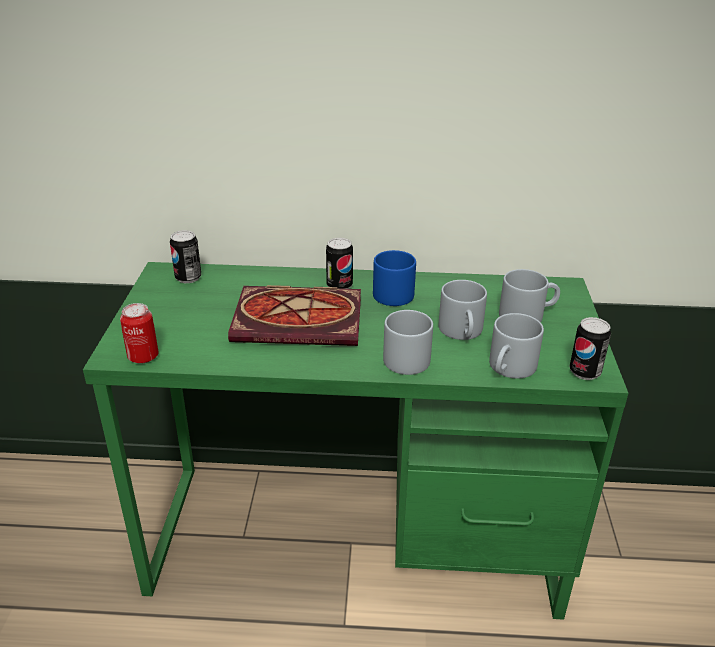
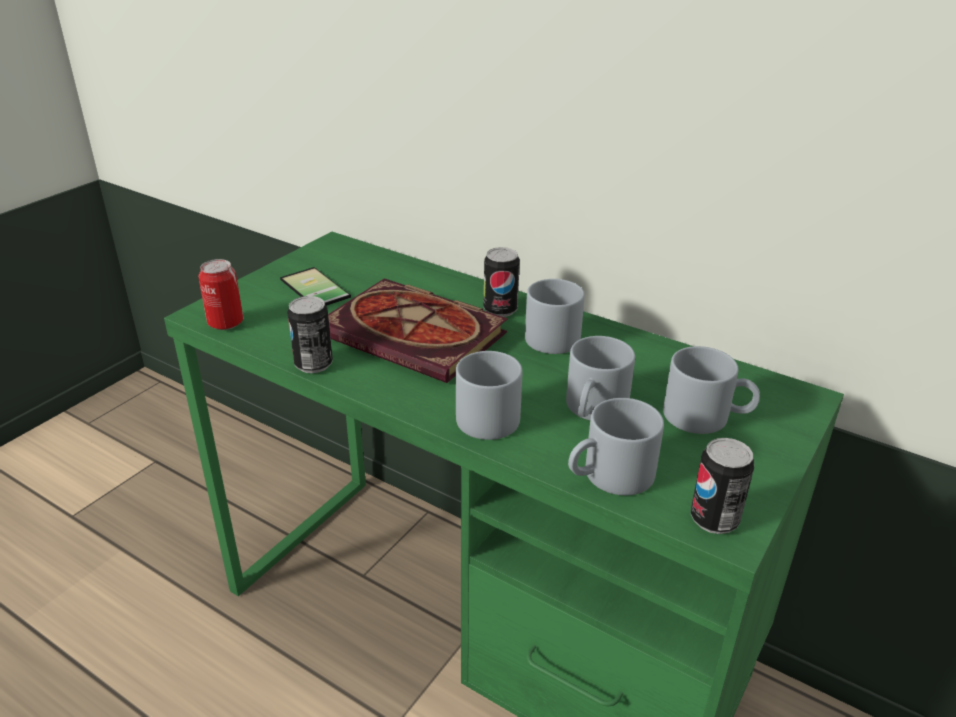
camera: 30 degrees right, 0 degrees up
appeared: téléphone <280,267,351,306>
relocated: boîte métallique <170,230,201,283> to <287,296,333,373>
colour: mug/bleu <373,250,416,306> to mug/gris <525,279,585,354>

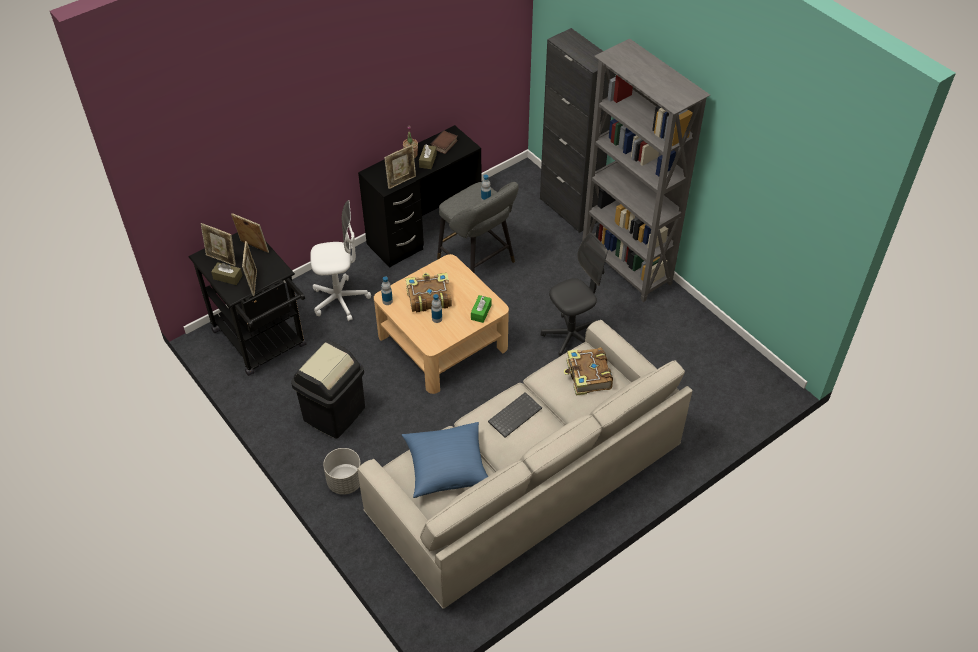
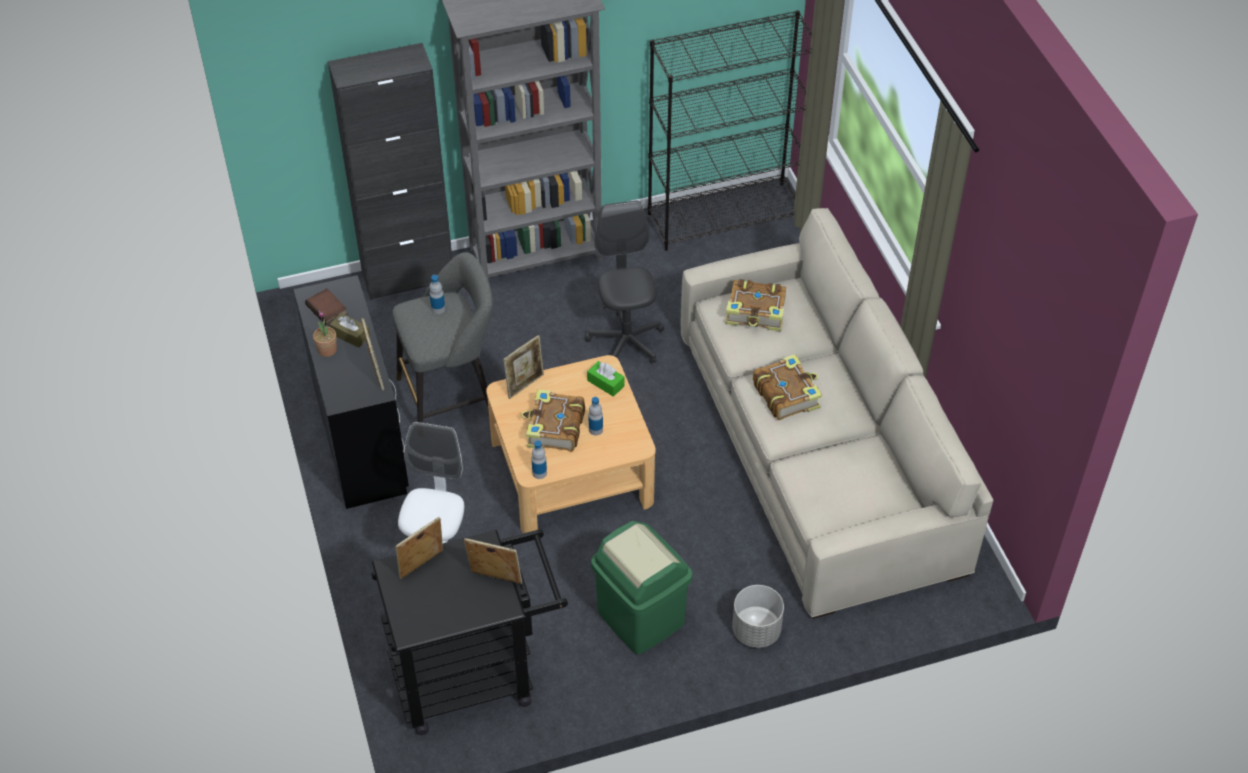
camera: 70 degrees left, 0 degrees up
missing: boîte à mouchoirs/marron <211,262,242,285>; coussin/bleu <402,422,488,498>
appeared: bibliothèque/noir <648,10,812,251>
relocated: cadre photo <201,223,236,266> to <503,335,544,399>
exchanged: clavier <488,392,542,438> to livre <753,354,822,420>
colour: poubelle/noir <291,340,365,438> to poubelle/vert <591,521,692,654>

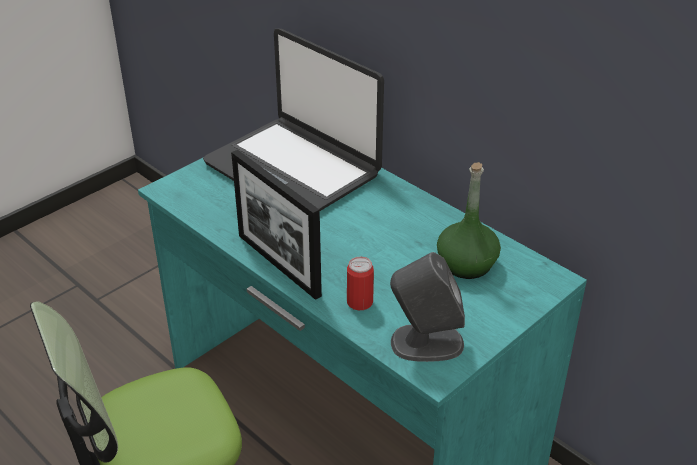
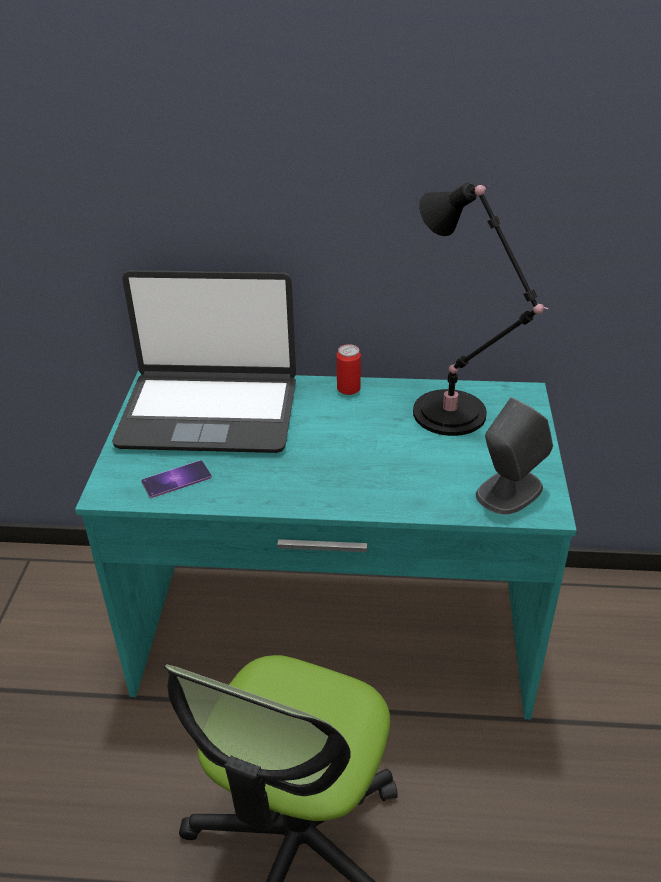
camera: 40 degrees left, 0 degrees up
missing: cadre photo <231,150,322,300>
appeared: téléphone <141,460,212,498>
relocated: boîte métallique <347,257,374,310> to <337,344,361,395>
exchanged: bouteille/vert <437,162,501,279> to lampe de table/noir <413,183,549,436>

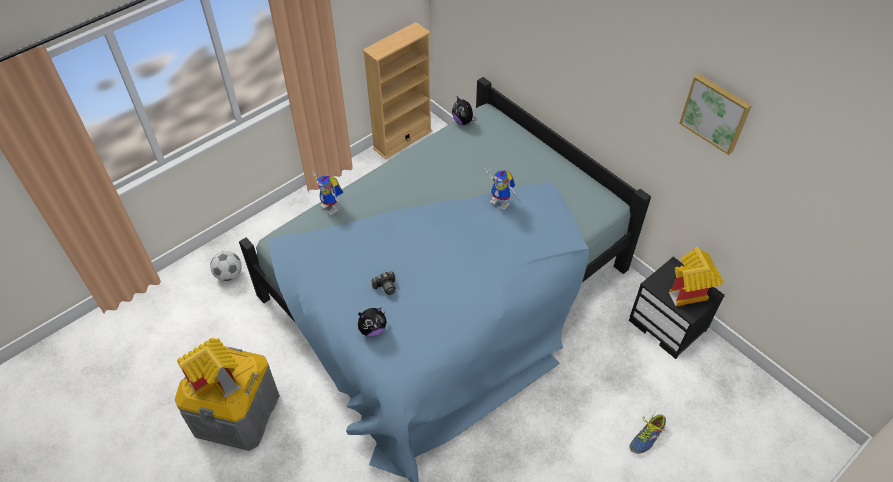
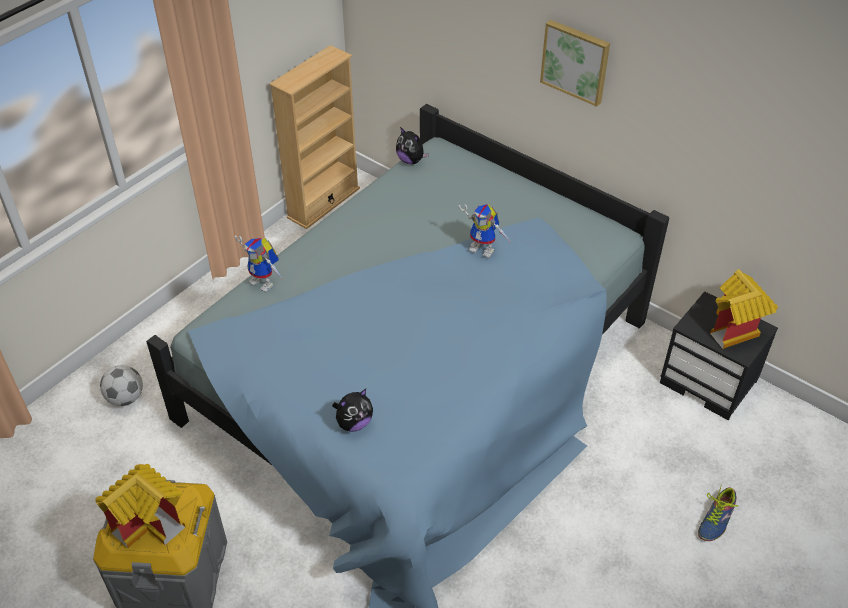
camera: 10 degrees left, 5 degrees down
missing: appareil photo <372,272,395,295>
relocated: tableau <679,74,752,155> to <540,20,610,107>

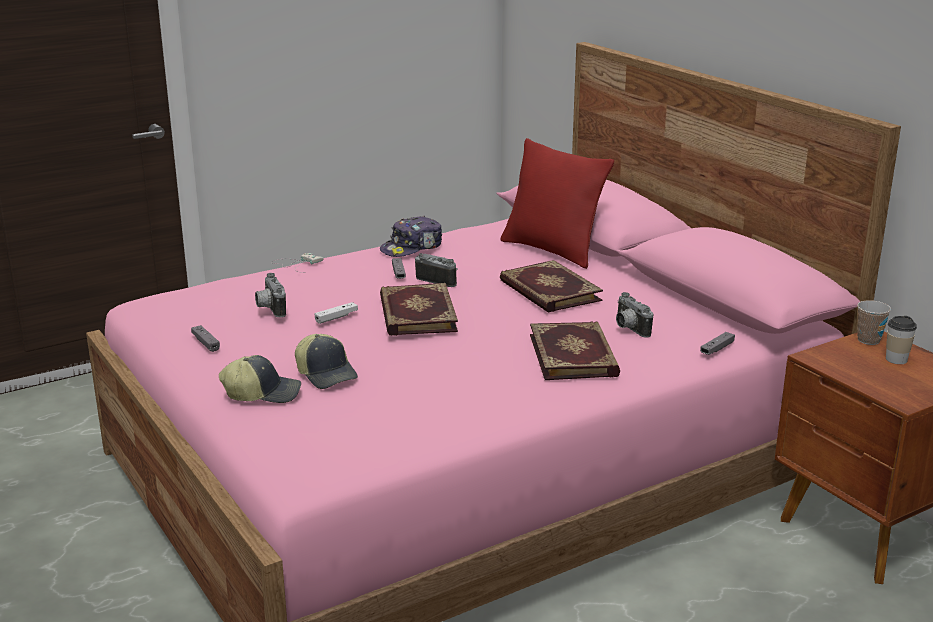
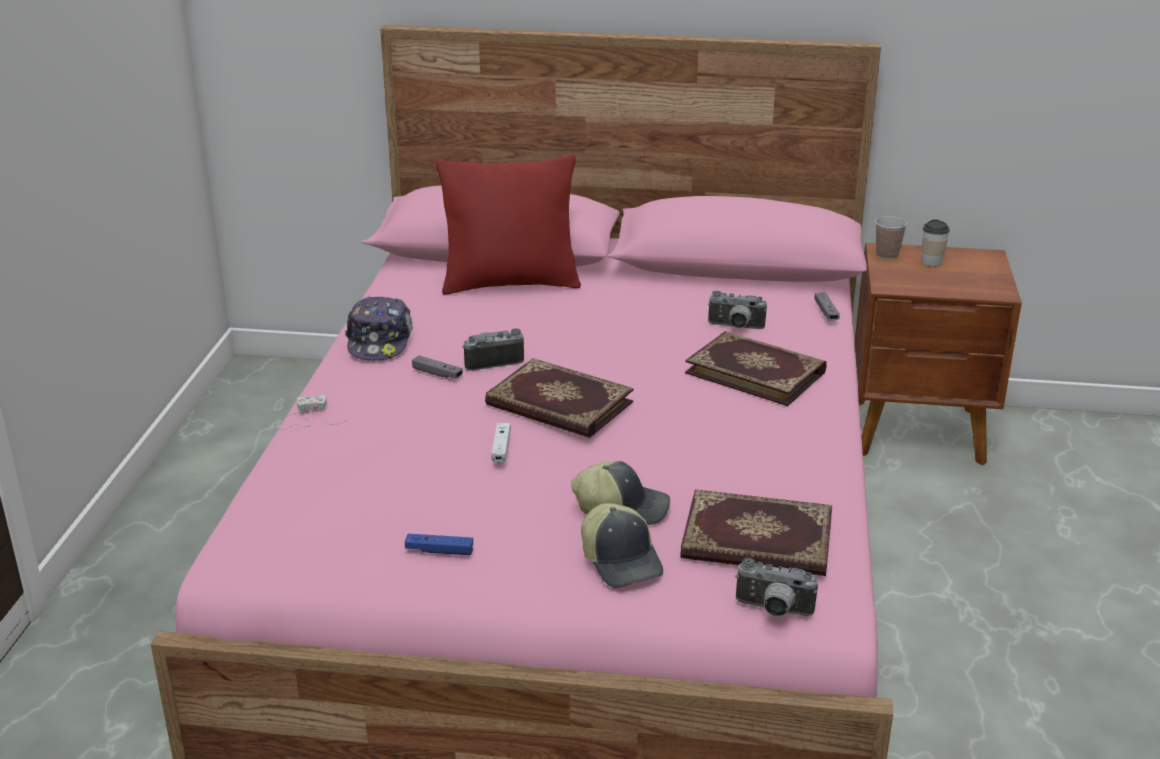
camera: 50 degrees left, 5 degrees up
relocated: appareil photo <255,273,286,317> to <735,558,818,617>; livre <500,260,603,313> to <680,489,832,576>
colour: manette/gris <191,325,220,352> to manette/bleu <405,534,473,555>
spun: casquette <219,355,301,403> = <581,503,663,588> 120 degrees clockwise

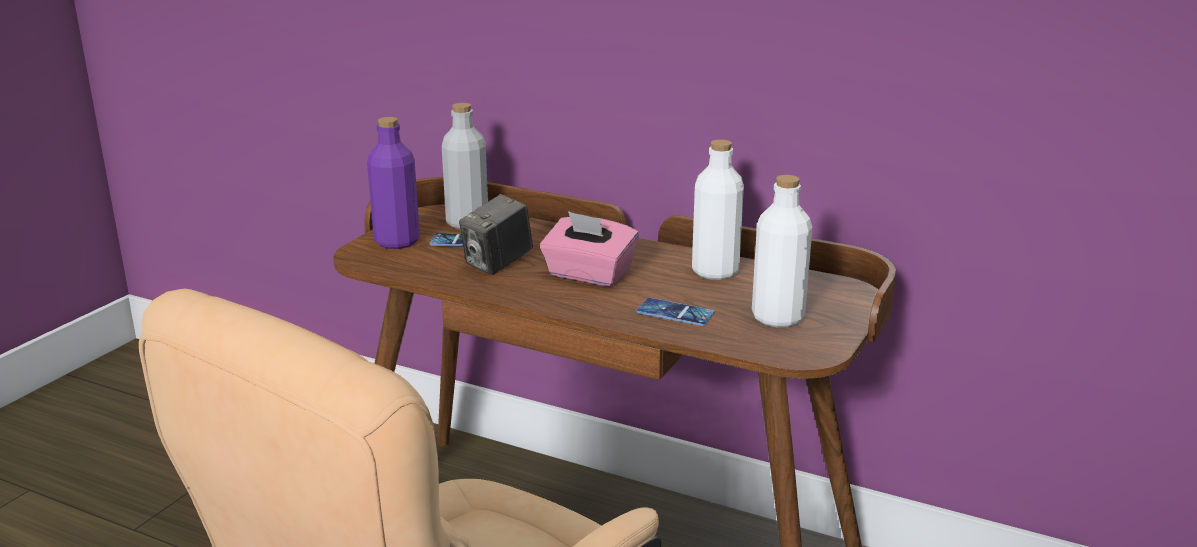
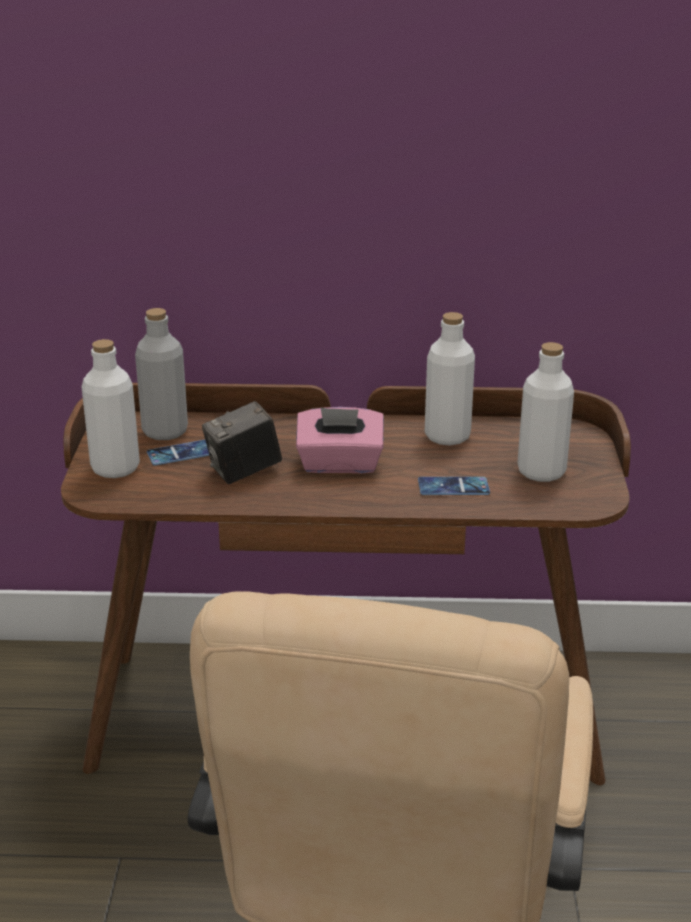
camera: 25 degrees left, 5 degrees up
colour: bouteille/violet <367,117,420,249> to bouteille/blanc <81,339,140,478>
spun: appareil photo <459,194,533,275> = <202,401,282,484> 45 degrees clockwise

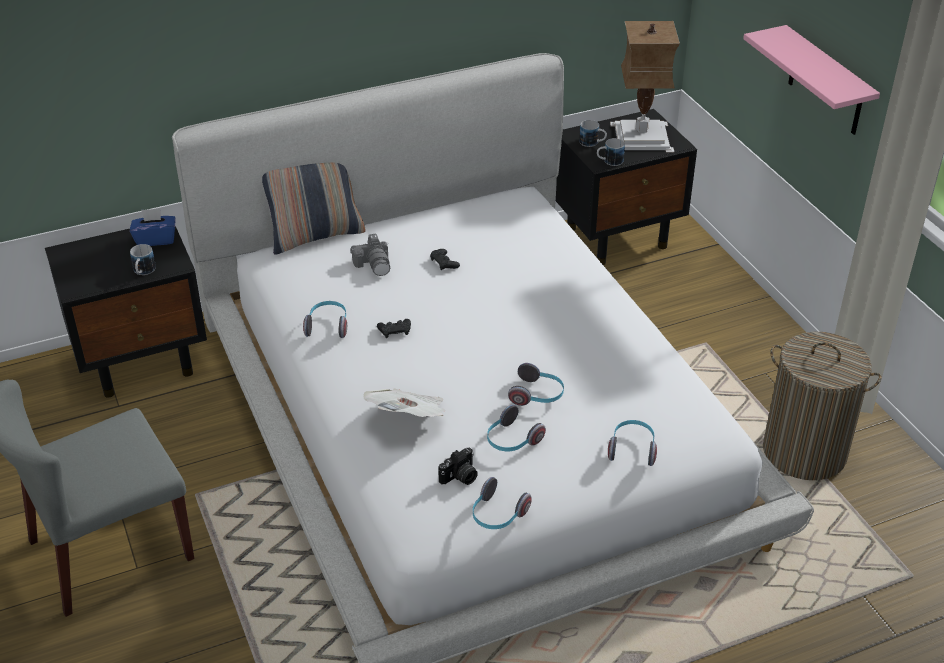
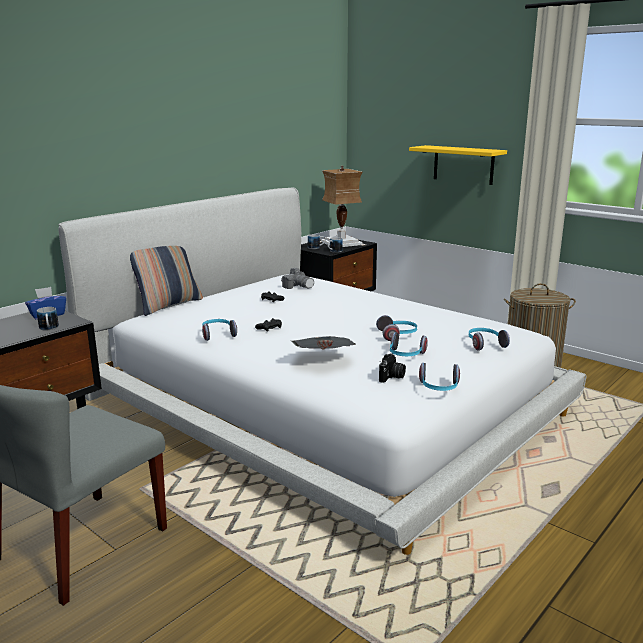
camera: 25 degrees left, 20 degrees down
relocated: appareil photo <350,234,391,276> to <281,268,314,289>
colour: étagère/rose <743,25,880,135> to étagère/jaune <409,145,507,185>

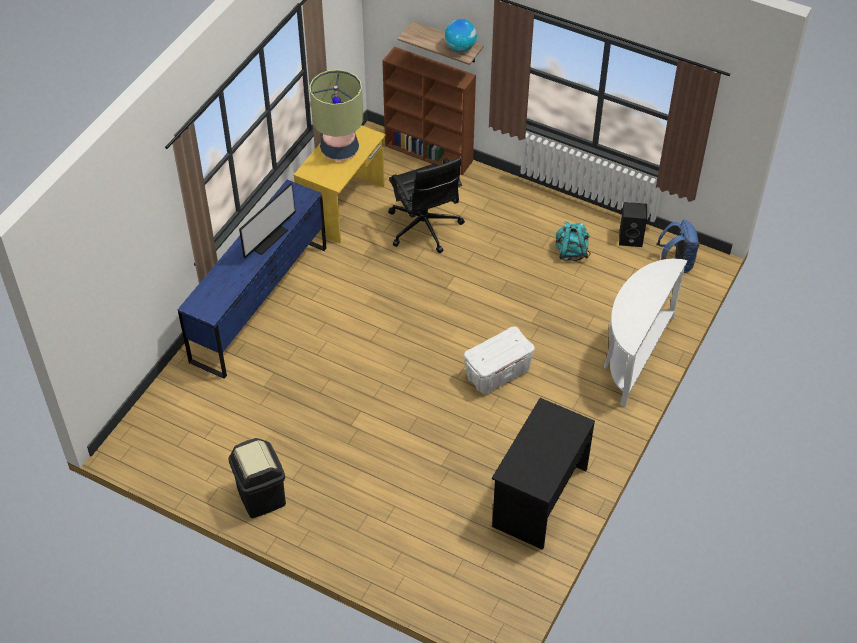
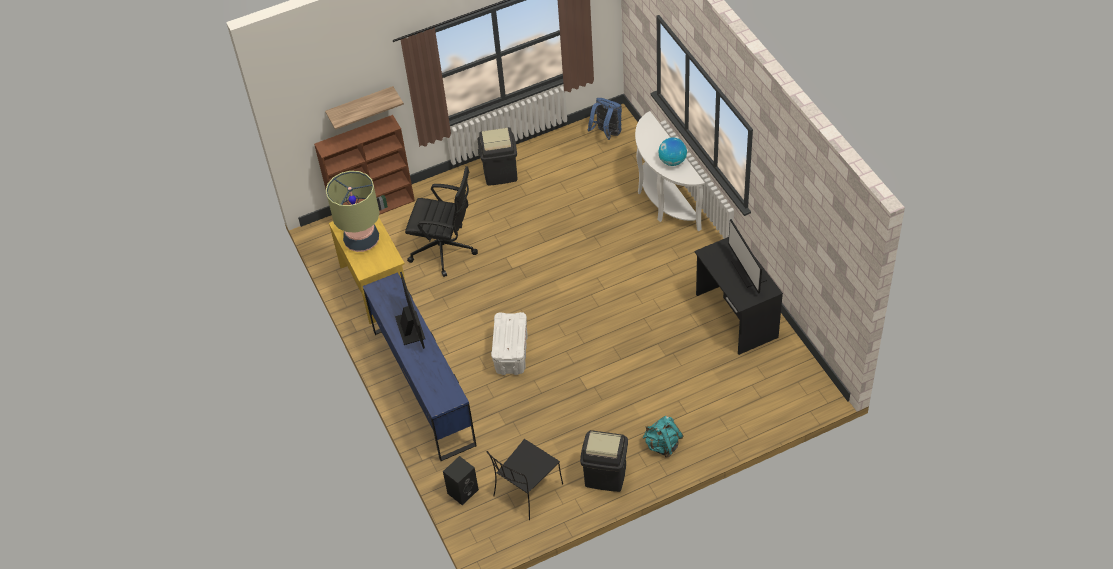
camera: 50 degrees left, 0 degrees up
appeared: poubelle/noir <478,127,518,186>; chaise/noir <486,439,563,520>; écran d'ordinateur <728,219,767,294>
relocated: globe <445,19,477,52> to <658,137,687,166>; boîte de rangement/blanc <464,326,535,394> to <491,312,528,375>; sac à dos/turquoise <555,222,591,261> to <643,416,683,458>; enceinte/noir <619,202,647,247> to <443,456,479,505>

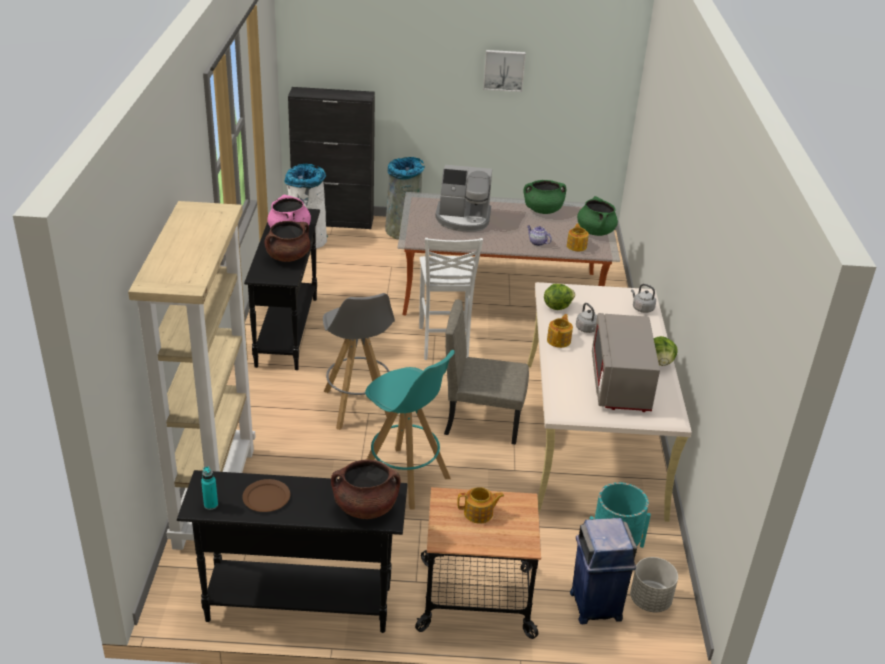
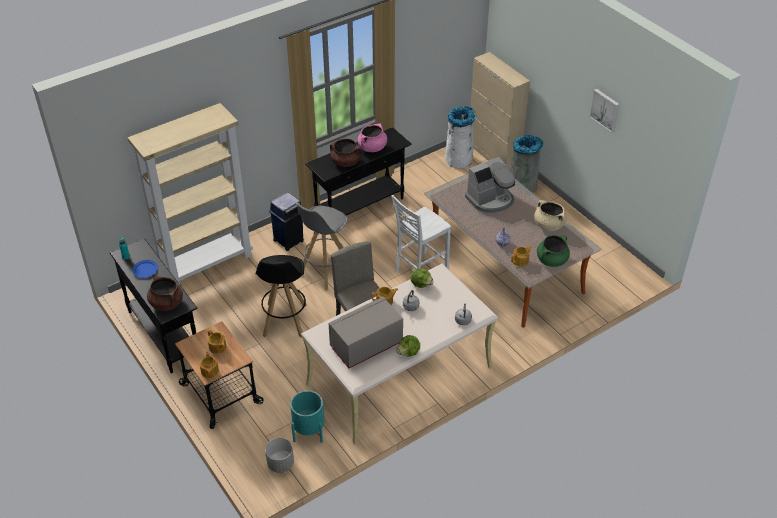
camera: 55 degrees right, 10 degrees up
appeared: théière <199,351,219,378>
relocated: poubelle/bleu <570,518,637,624> to <269,193,304,251>
colour: assiette/marron <242,479,290,512> to assiette/bleu <132,260,158,278>; meuble de rangement/noir <288,87,375,229> to meuble de rangement/beige <471,52,530,171>; tabouret/turquoise <365,350,455,510> to tabouret/noir <255,255,307,338>; marmite/vert <523,180,566,214> to marmite/beige <534,200,567,231>
spun: machine à café <435,165,492,232> = <465,157,515,213> 90 degrees counterclockwise

